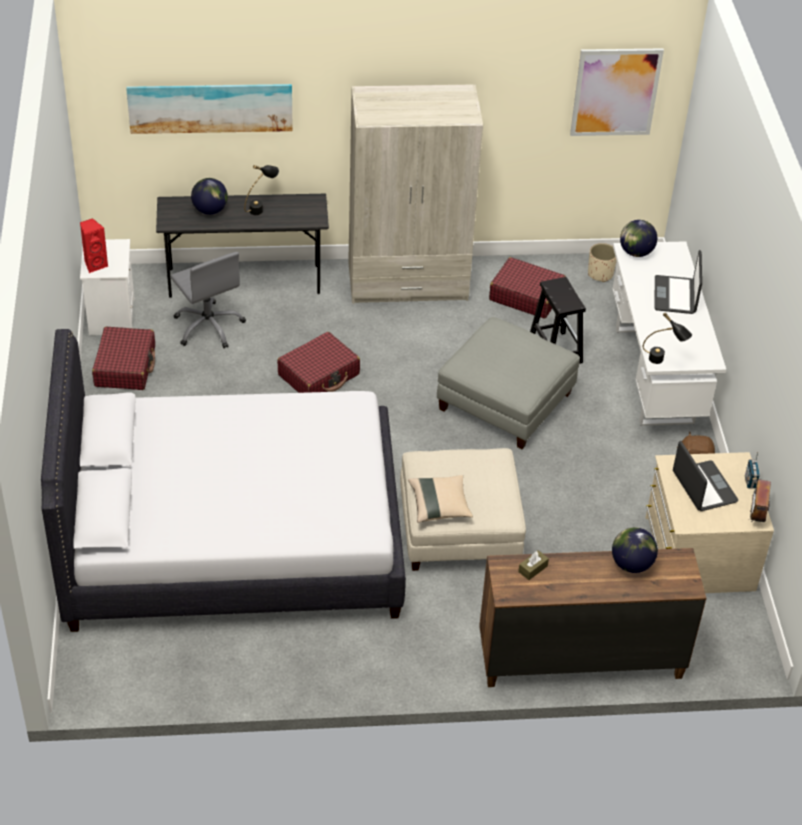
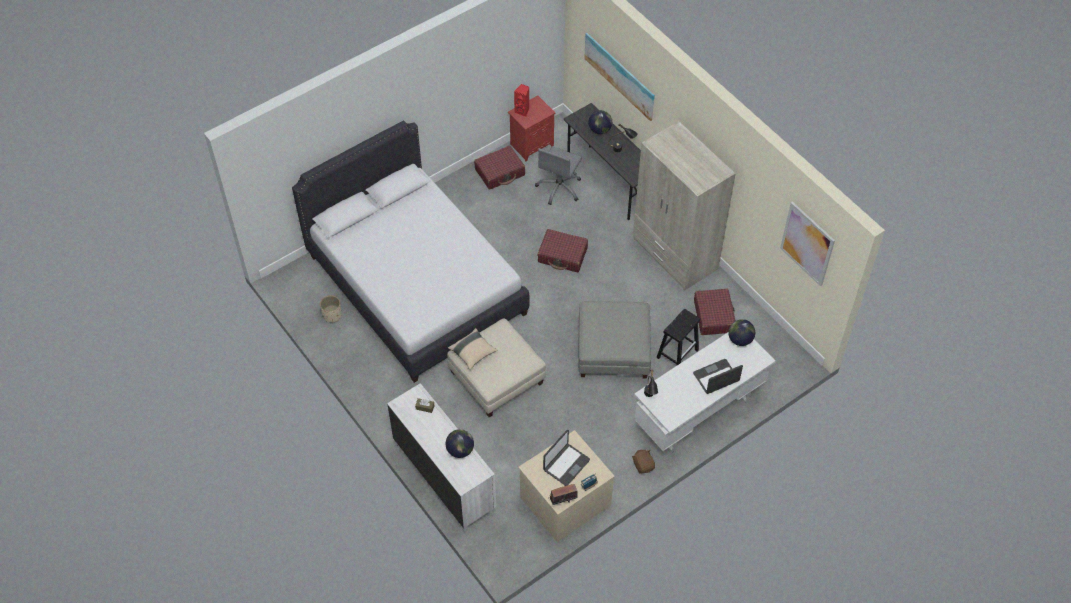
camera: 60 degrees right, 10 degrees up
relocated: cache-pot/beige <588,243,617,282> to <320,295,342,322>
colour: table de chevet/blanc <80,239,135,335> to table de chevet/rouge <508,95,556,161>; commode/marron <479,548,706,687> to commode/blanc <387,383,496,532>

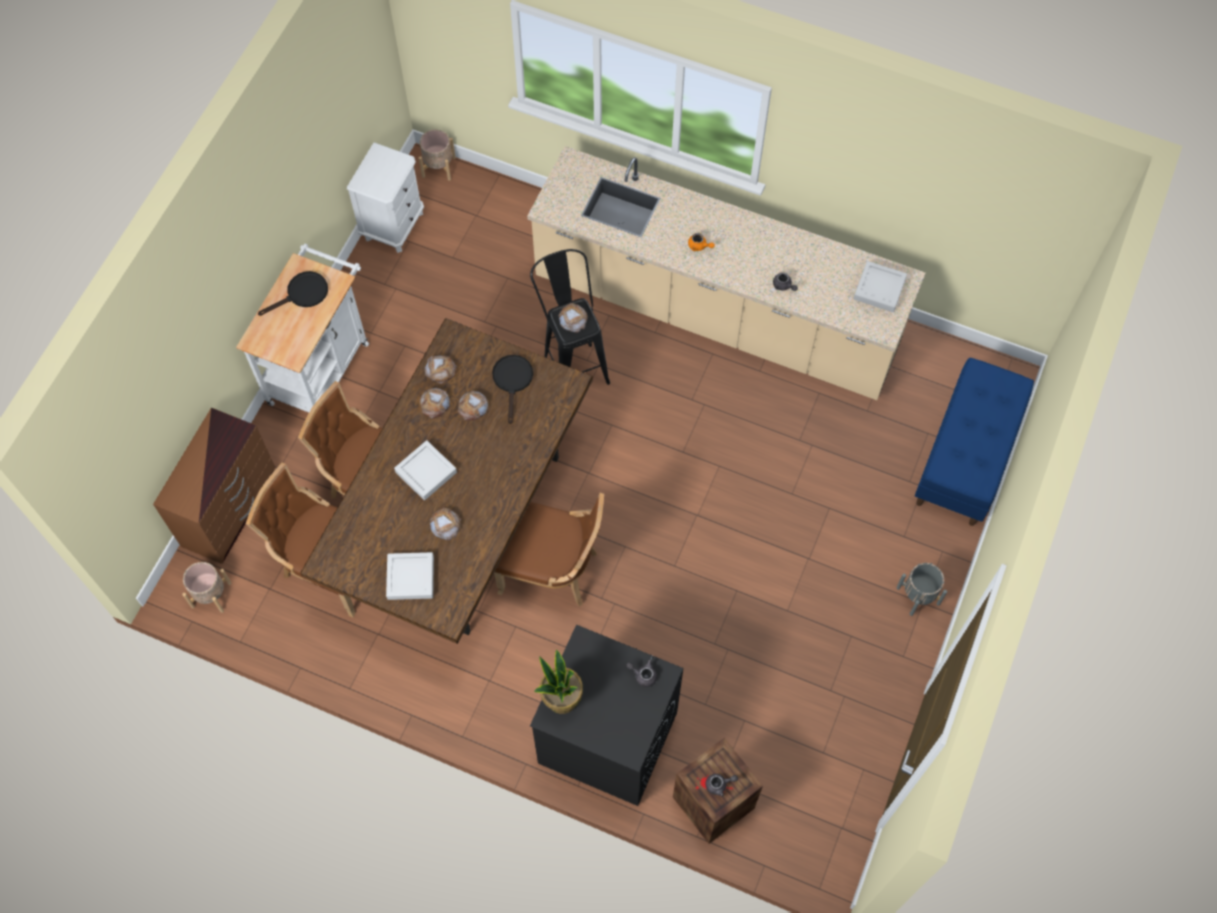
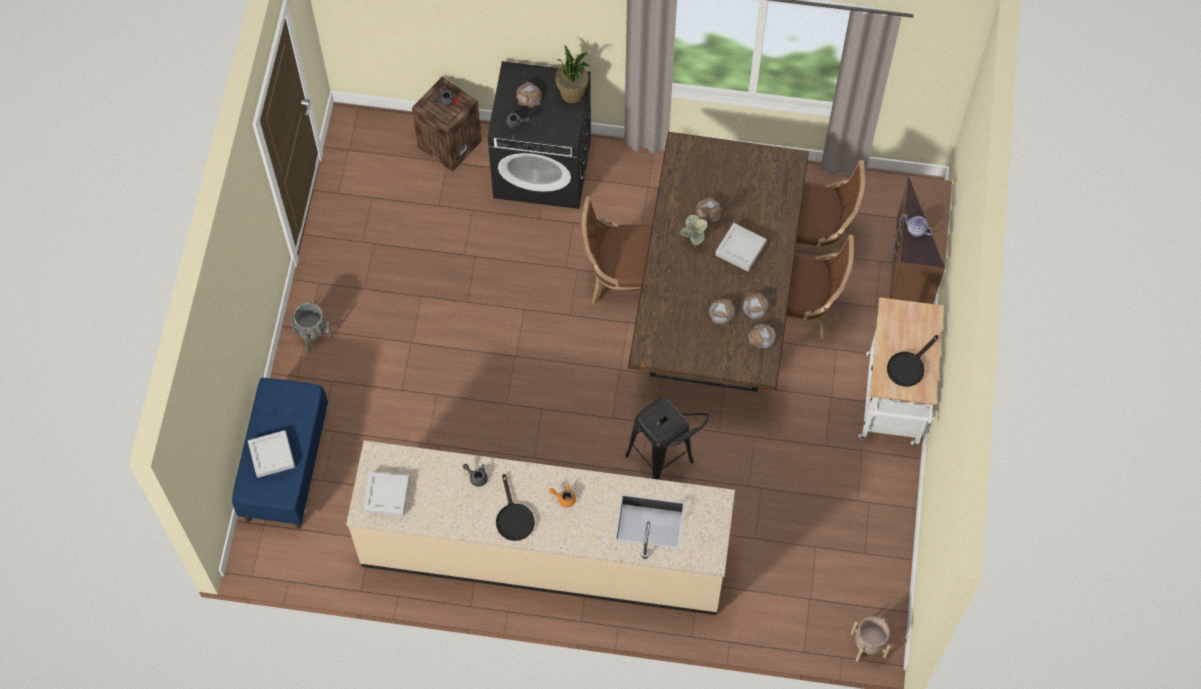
camera: 165 degrees right, 0 degrees up
missing: cache-pot/beige <182,562,232,613>; table de chevet/blanc <347,142,424,253>
appeared: plante en pot <680,215,707,245>; théière <904,214,933,237>
relocated: plateau/gris <386,552,434,600> to <248,430,295,478>; poêle/noir <492,355,533,424> to <496,474,535,541>; pain <559,303,588,333> to <516,82,542,108>

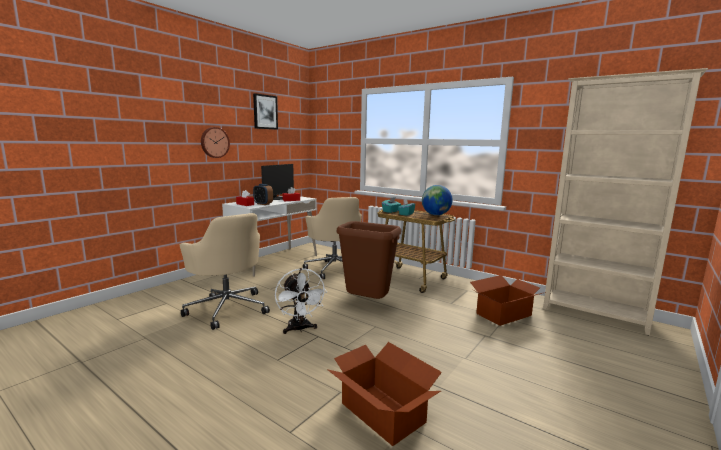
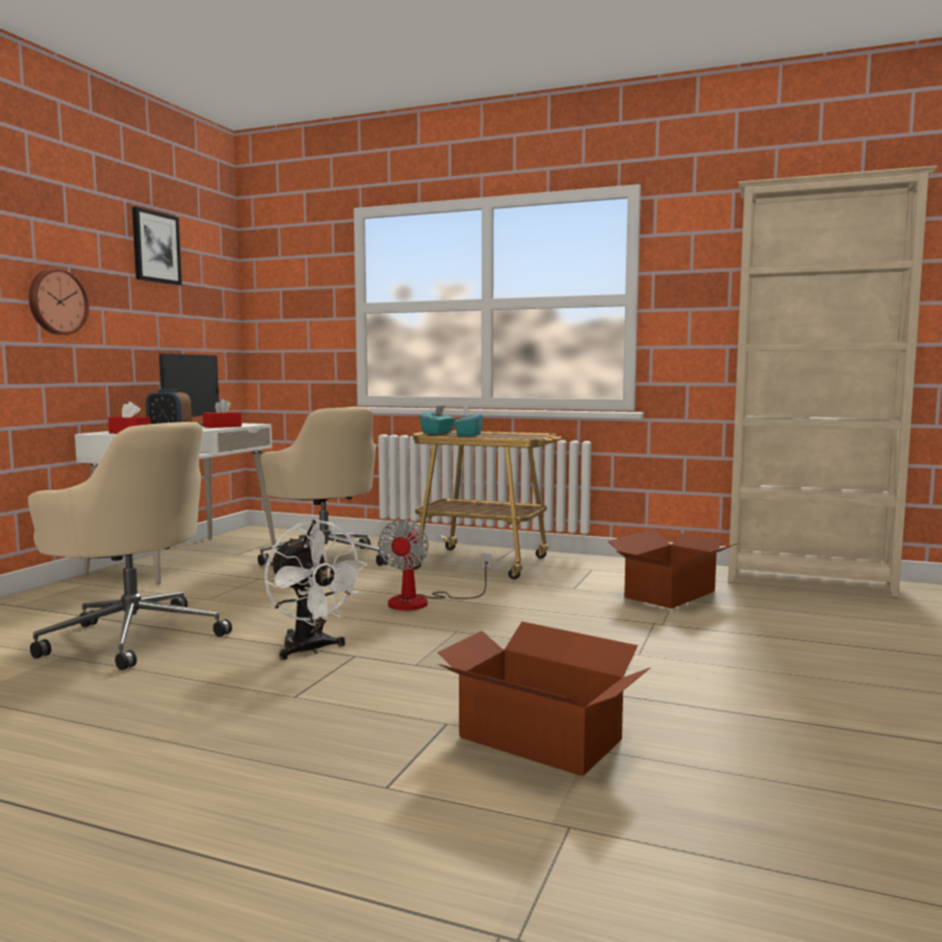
camera: 15 degrees left, 5 degrees down
missing: globe <422,185,452,215>
exchanged: poubelle/marron <337,221,401,299> to ventilateur <378,519,492,610>

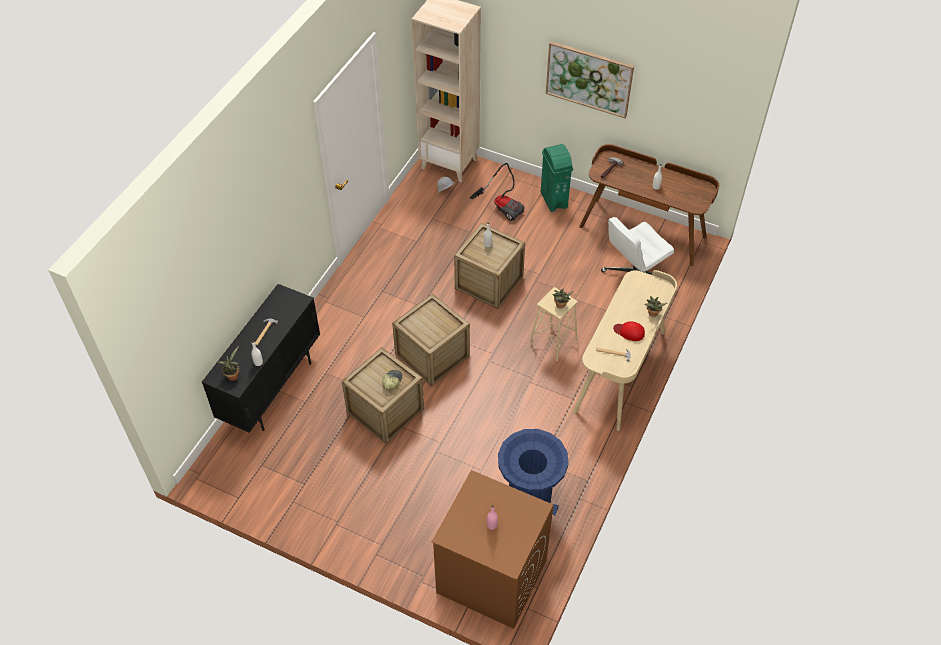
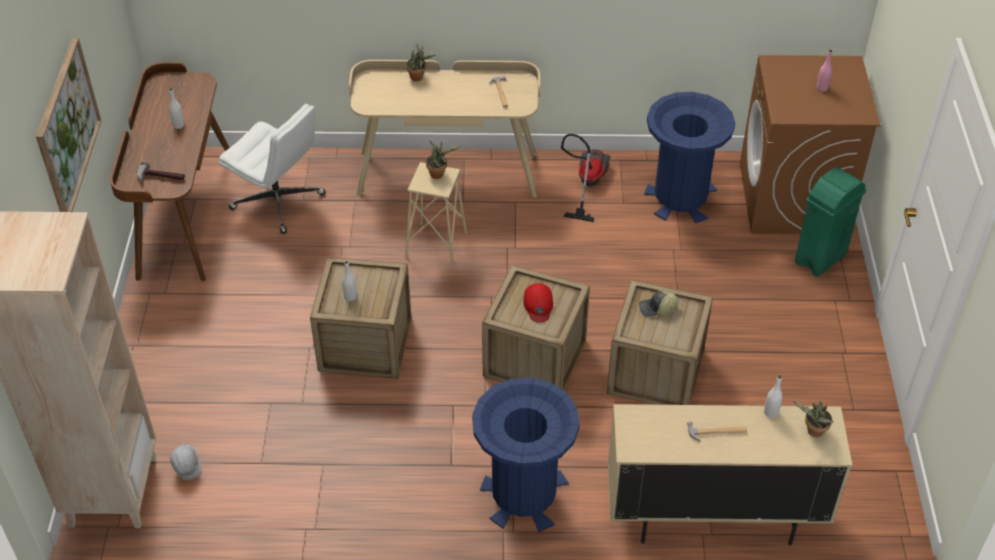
camera: 115 degrees left, 5 degrees down
appeared: poubelle/bleu <472,377,580,532>
relocated: aspirateur <470,163,525,221> to <561,134,611,222>; poubelle/vert <541,144,573,212> to <795,167,866,277>; casquette/rouge <613,321,645,341> to <523,283,553,323>
colour: meuble de rangement/noir <202,284,320,433> to meuble de rangement/beige <608,404,852,545>

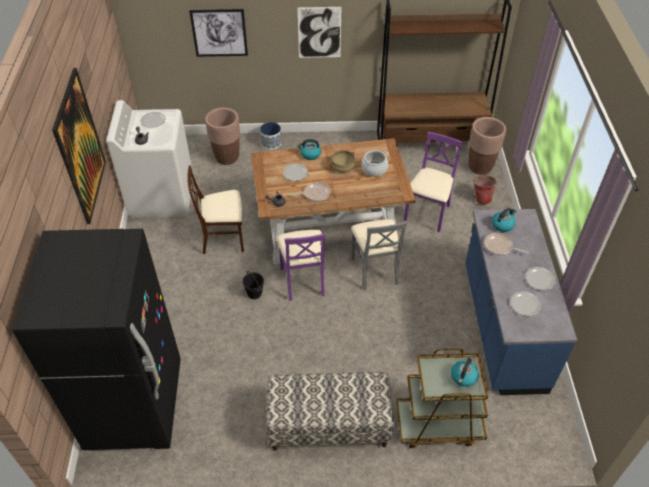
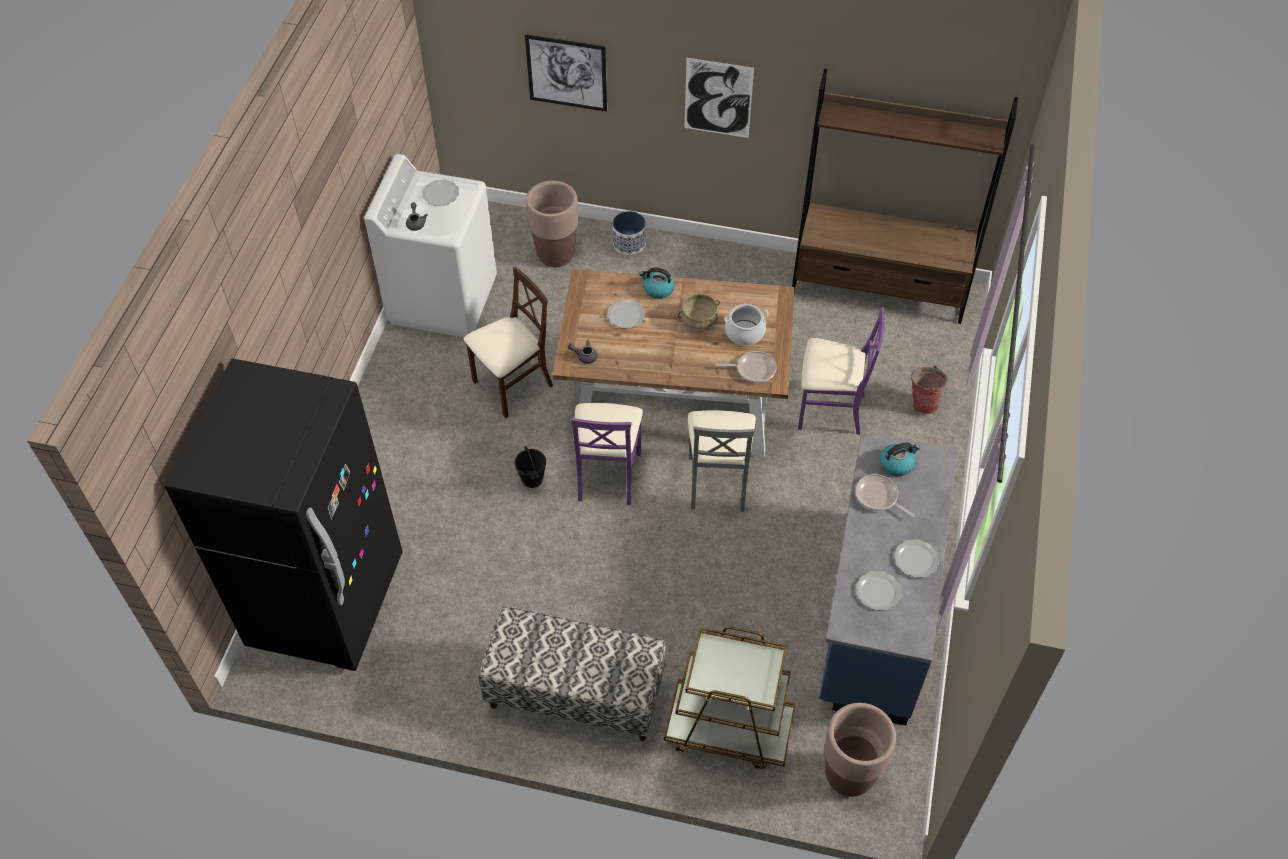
camera: 15 degrees right, 5 degrees up
missing: tableau <52,68,106,224>; bouilloire <451,358,479,387>
relocated: poêle <290,182,330,201> to <715,351,777,383>; cache-pot/marron <468,117,506,175> to <824,703,896,797>
spun: chaise/beige <187,165,244,254> = <464,267,553,418> 135 degrees clockwise; chaise/violet <404,132,463,232> = <798,307,885,435> 60 degrees clockwise

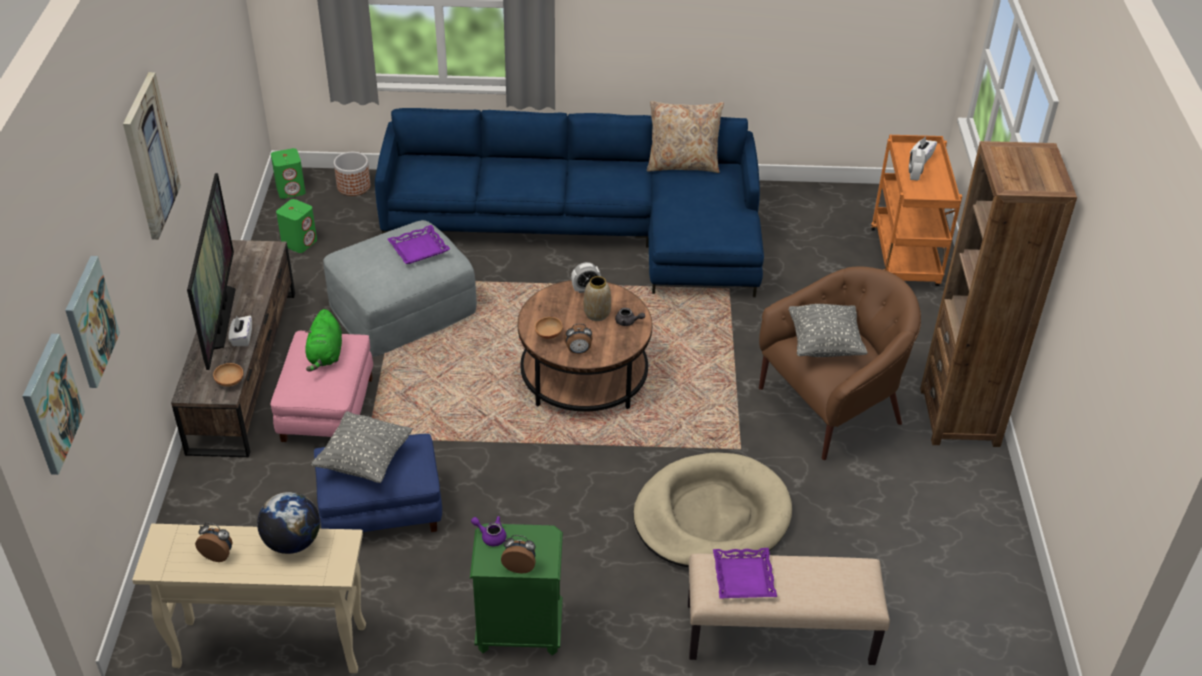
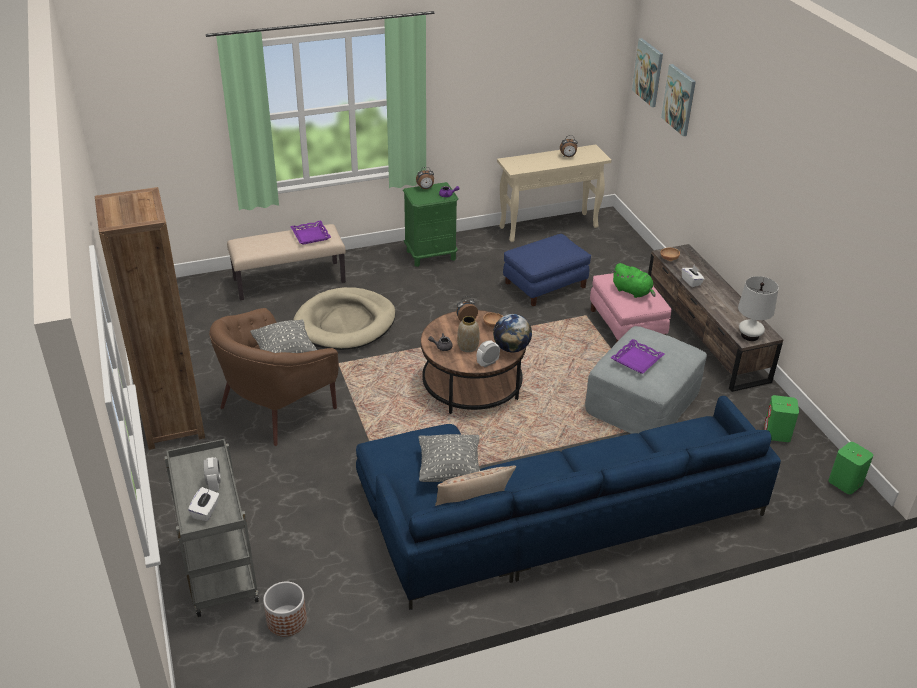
camera: 160 degrees right, 5 degrees down
missing: tableau <123,72,181,240>; téléviseur <187,173,236,370>
appeared: lampe de table/blanc <738,276,779,341>
relocated: globe <257,492,320,554> to <493,314,532,353>; coussin/gris <311,411,413,483> to <419,434,480,482>; cache-pot <334,152,371,196> to <263,582,307,636>
colour: chariot/orange <871,135,962,286> to chariot/gris <164,439,259,617>
spun: peluche/vert <305,309,342,372> = <613,263,656,298> 150 degrees clockwise

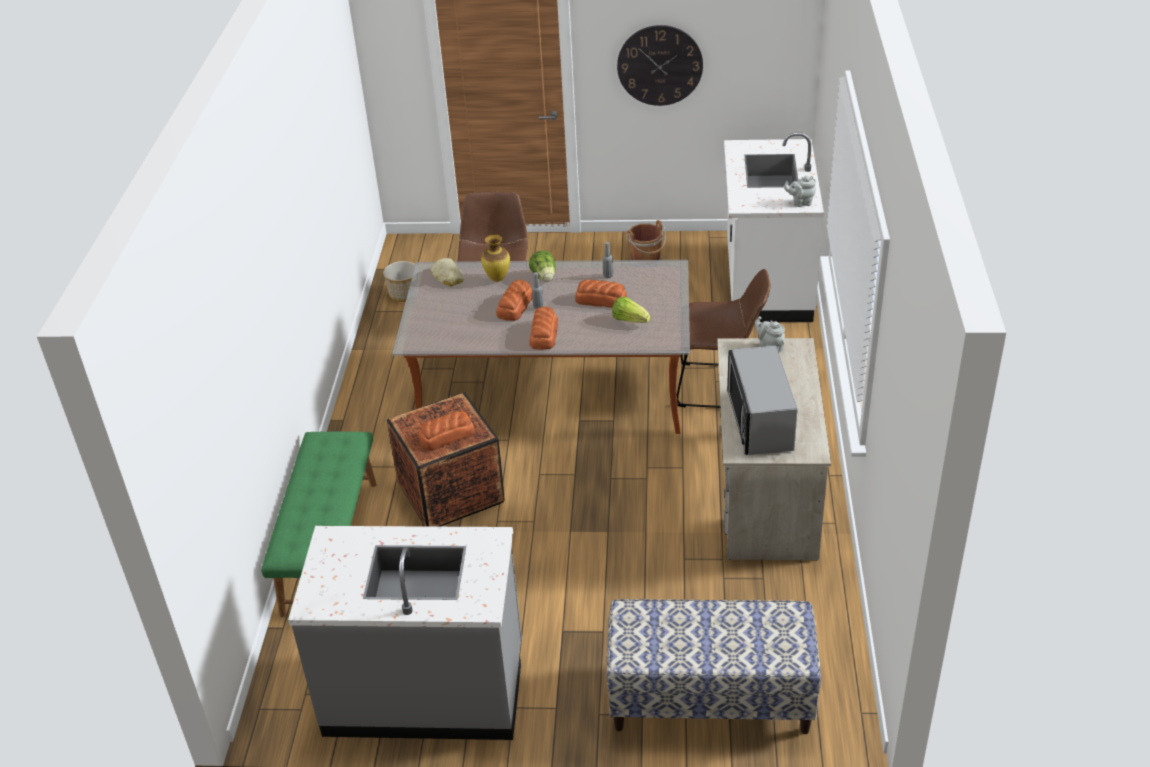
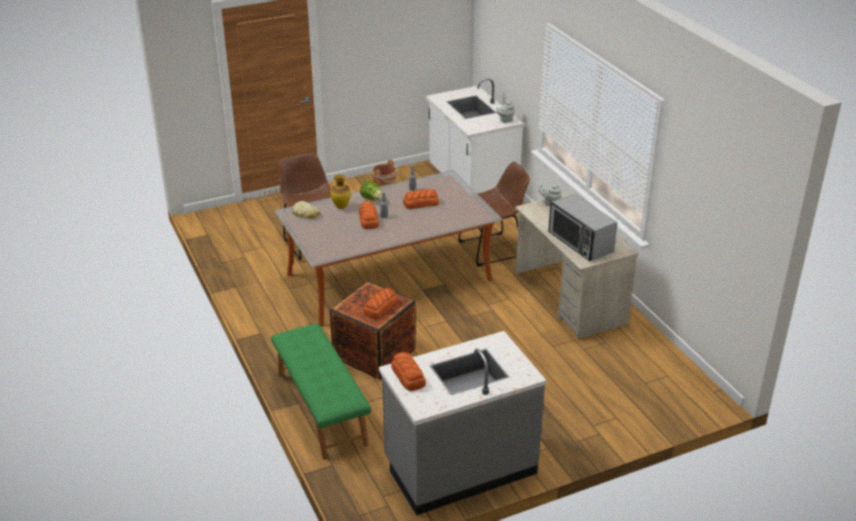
camera: 30 degrees left, 5 degrees down
missing: cache-pot <383,261,416,302>; banc <607,599,821,734>; laitue <612,297,651,323>; horloge murale <617,25,703,106>
relocated: pain <529,306,558,350> to <391,352,426,391>

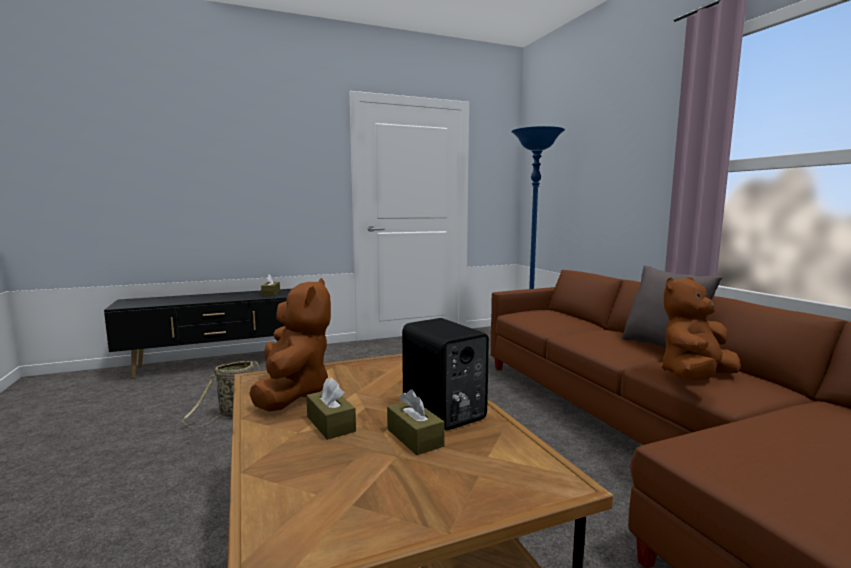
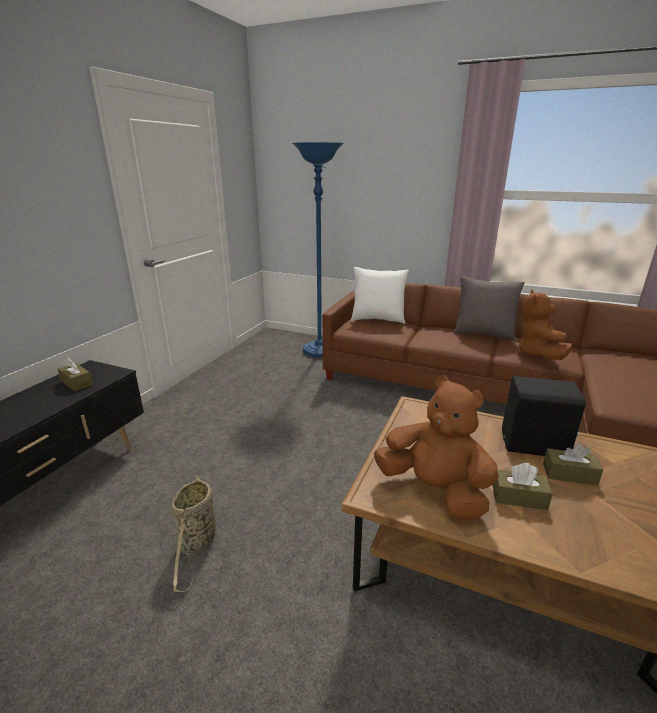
camera: 45 degrees left, 15 degrees up
appeared: coussin/blanc <351,267,409,324>

